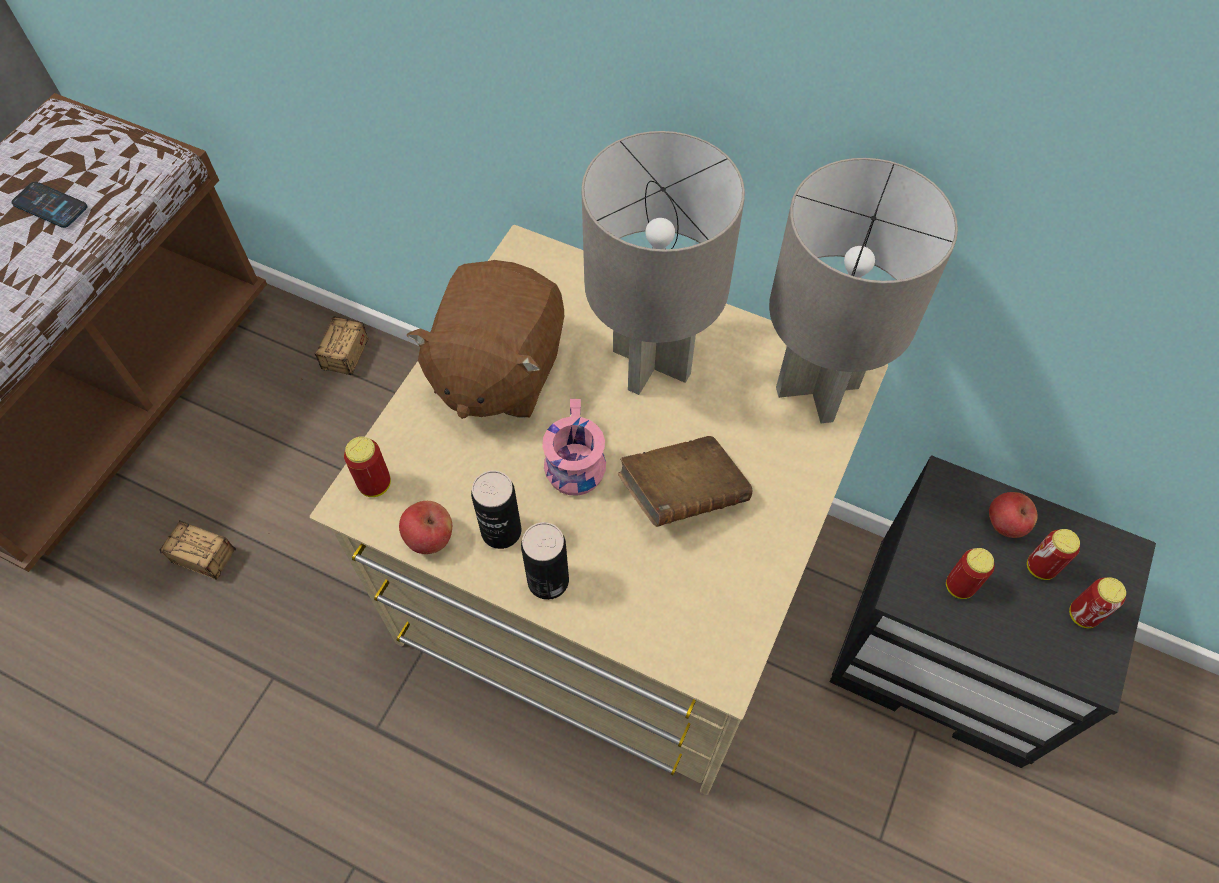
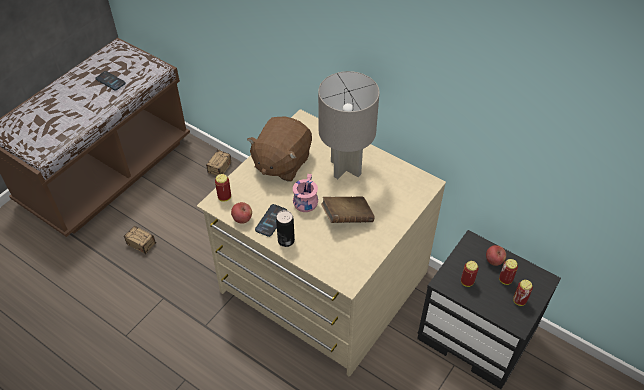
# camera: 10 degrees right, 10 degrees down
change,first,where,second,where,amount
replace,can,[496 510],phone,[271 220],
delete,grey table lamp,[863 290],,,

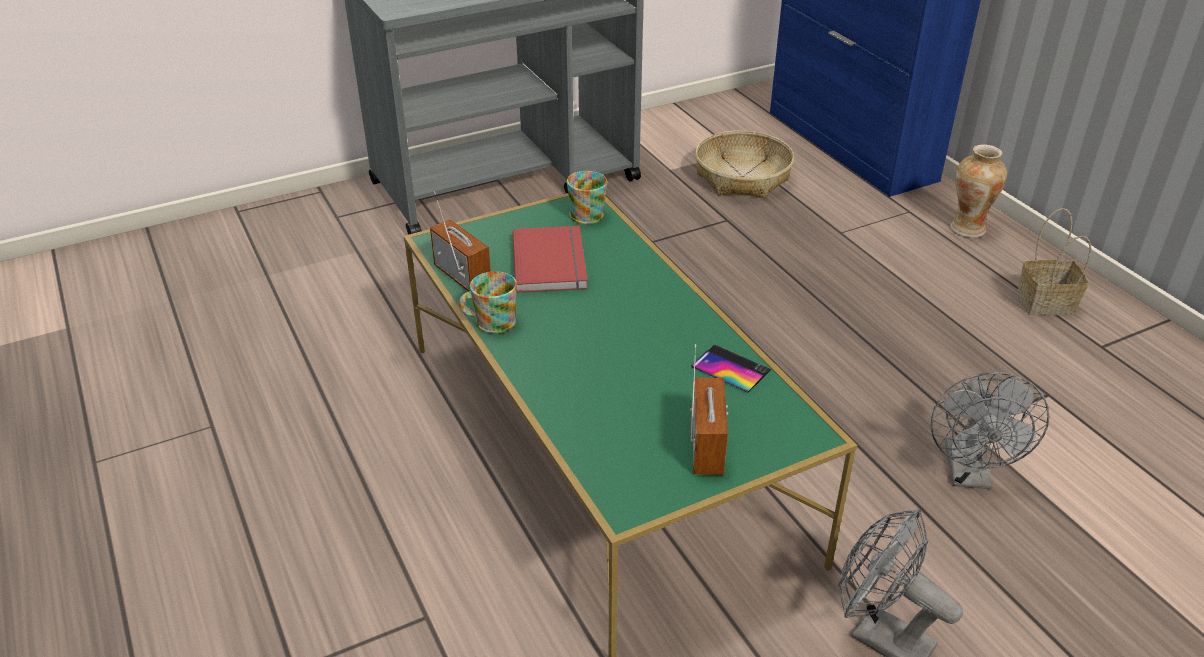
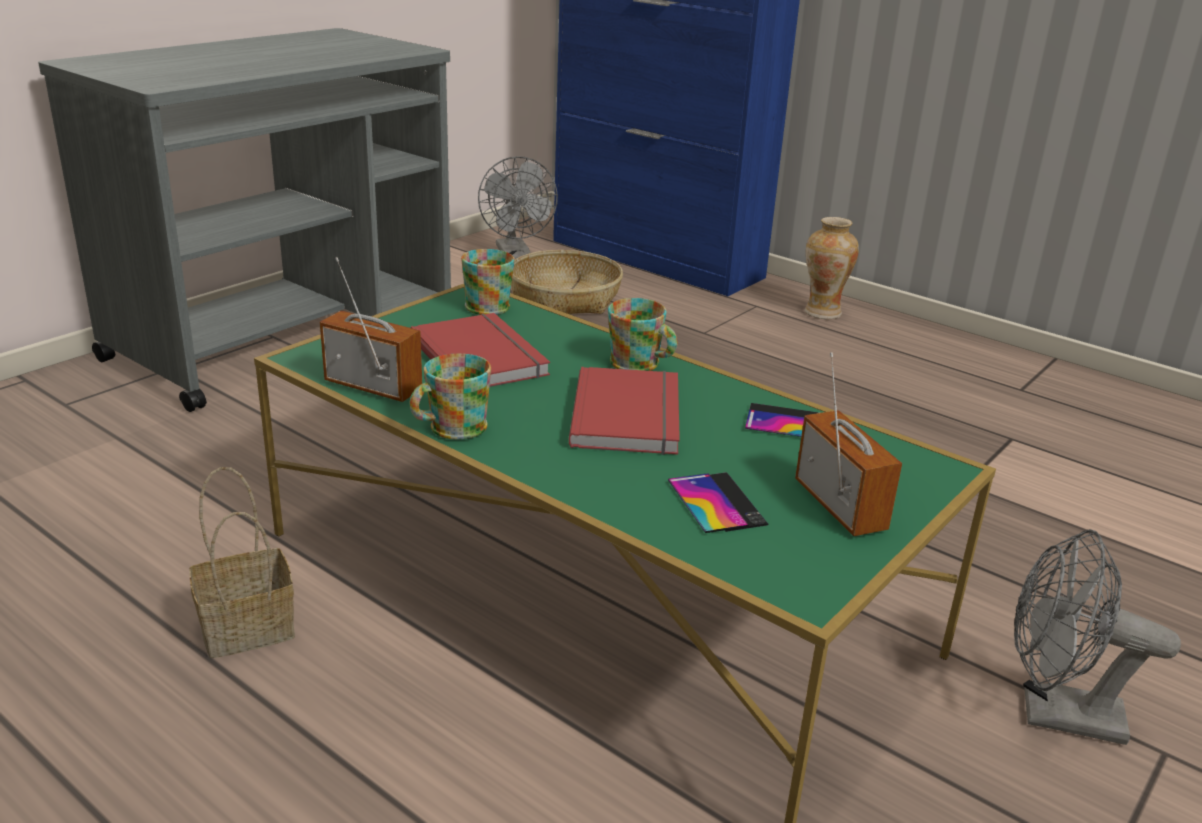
# camera: 25 degrees left, 10 degrees down
change,first,where,second,where,amount
move,grey fan,[990 430],,[518 207],
move,basket,[1054 261],,[242 562],
insert,,,red book,[624 411],
insert,,,mug,[642 334],
insert,,,phone,[718 502],

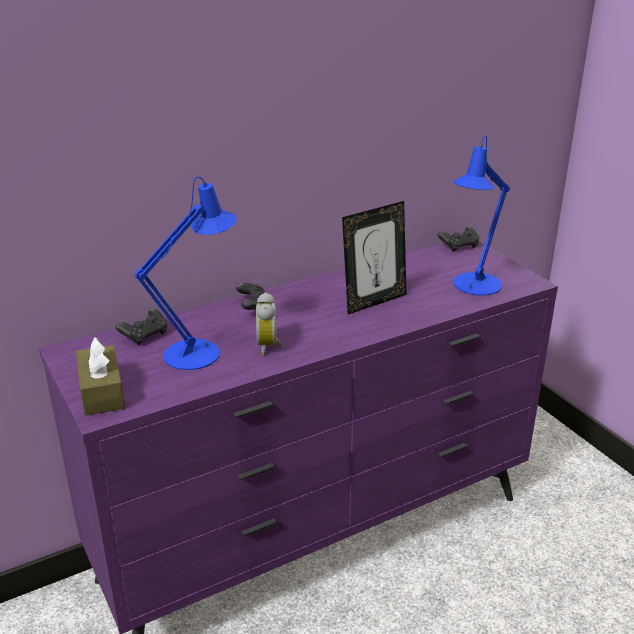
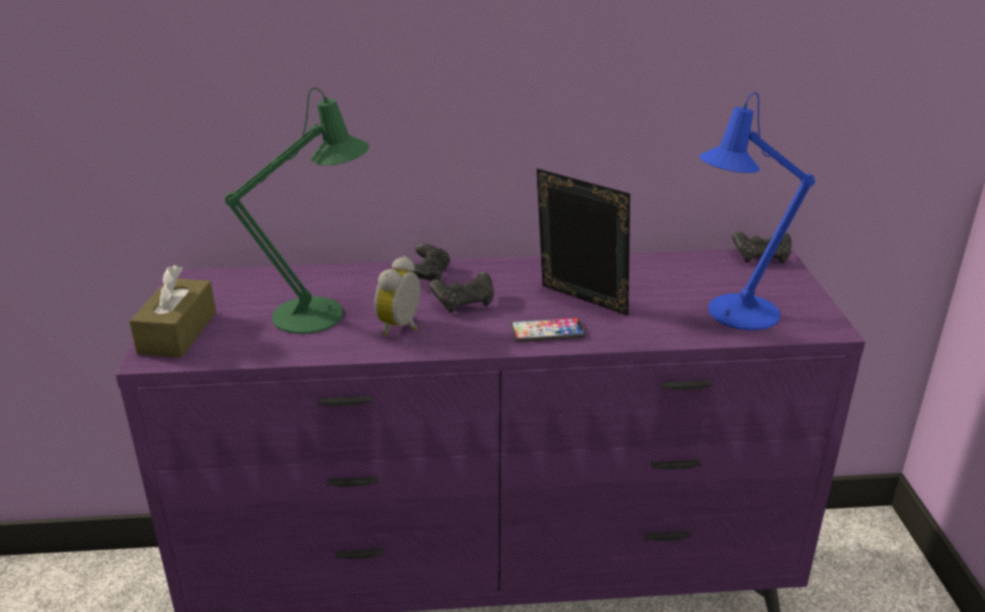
# camera: 25 degrees right, 0 degrees up
change,first,where,second,where,amount
move,black game controller,[141 326],,[461 292],
recolor,blue table lamp,[186 273],green table lamp,[297 211],
rotate,picture frame,[374 257],,[583 242],135 degrees counterclockwise
insert,,,phone,[548 329],

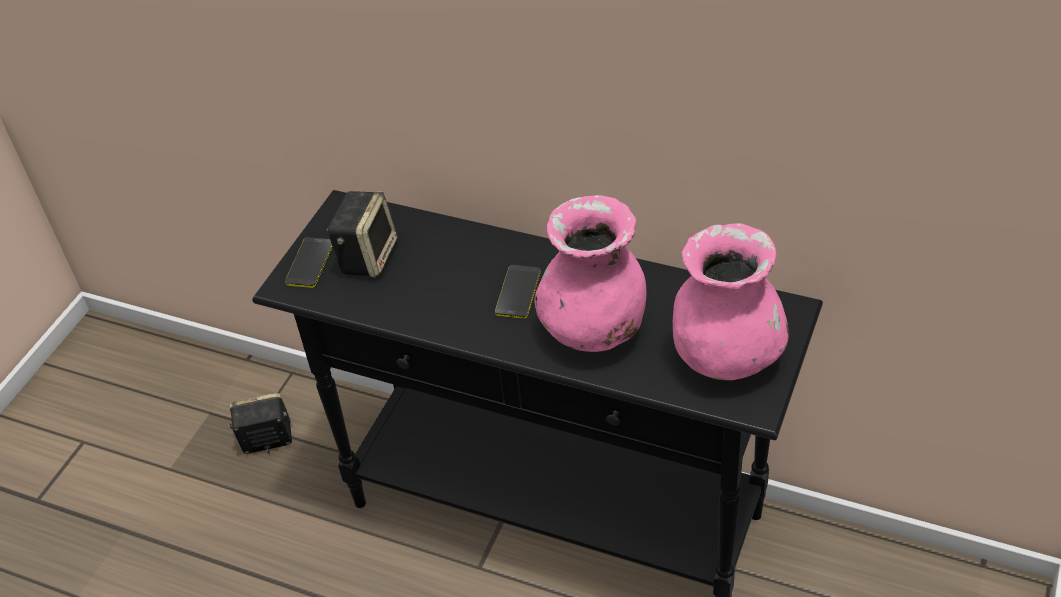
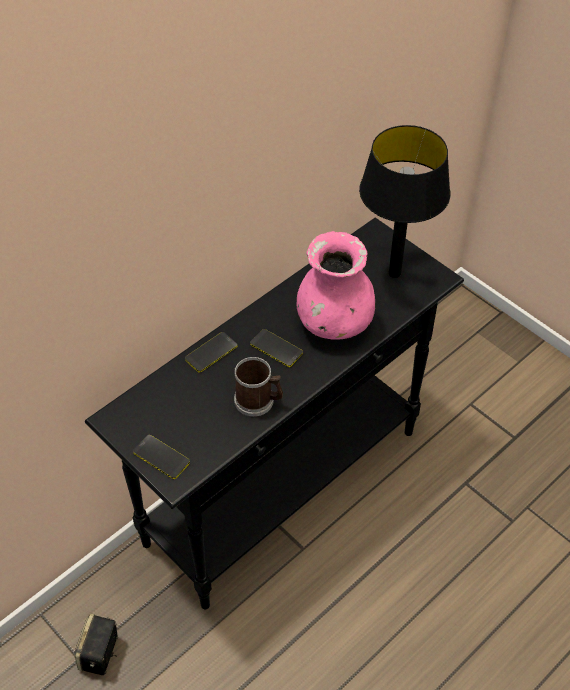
# camera: 70 degrees left, 5 degrees up
change,first,where,second,where,amount
delete,speaker,[362 234],,,
replace,pink vase,[730 301],black table lamp,[404 201],
insert,,,phone,[211 352],
insert,,,mug,[258 387],

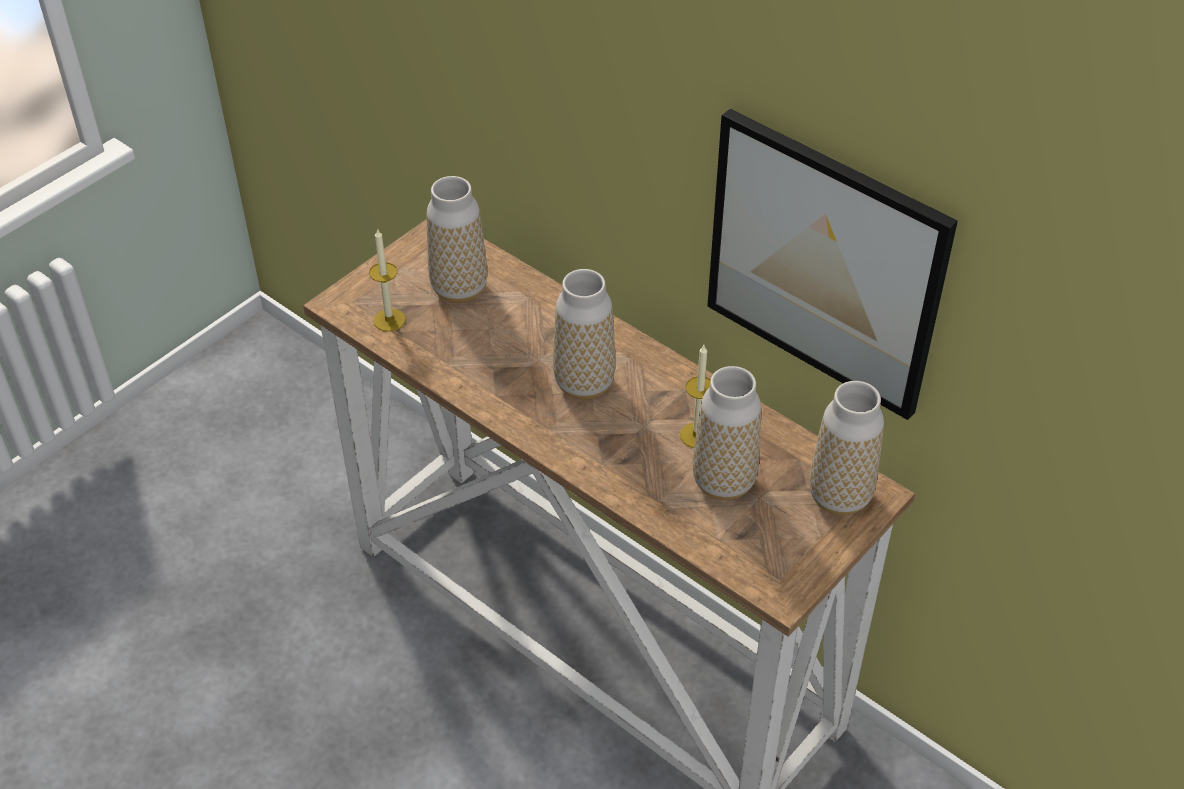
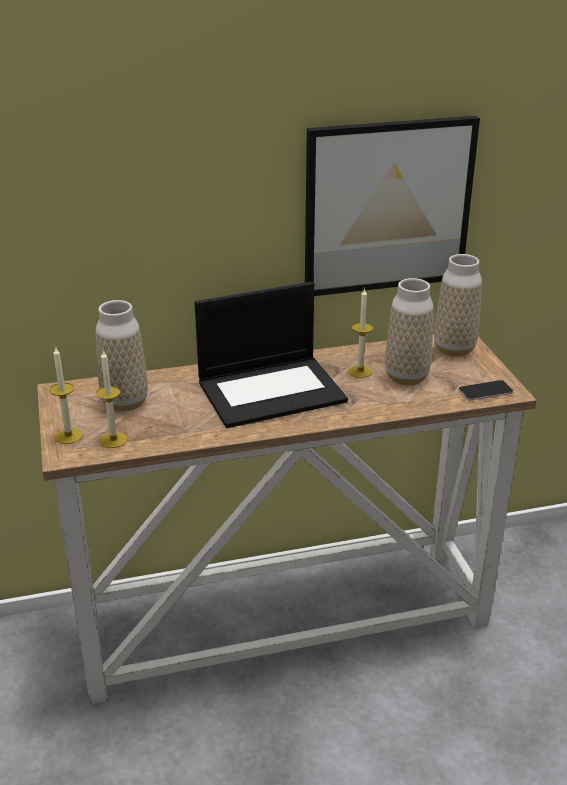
# camera: 55 degrees left, 15 degrees down
change,first,where,second,where,amount
replace,vase,[584 334],laptop,[271 355],
insert,,,candle,[66 395],
insert,,,phone,[486 390],

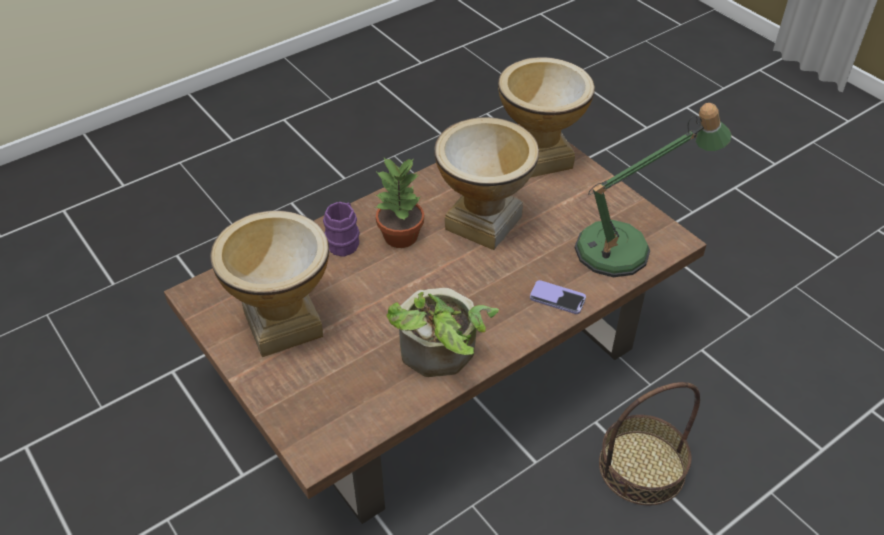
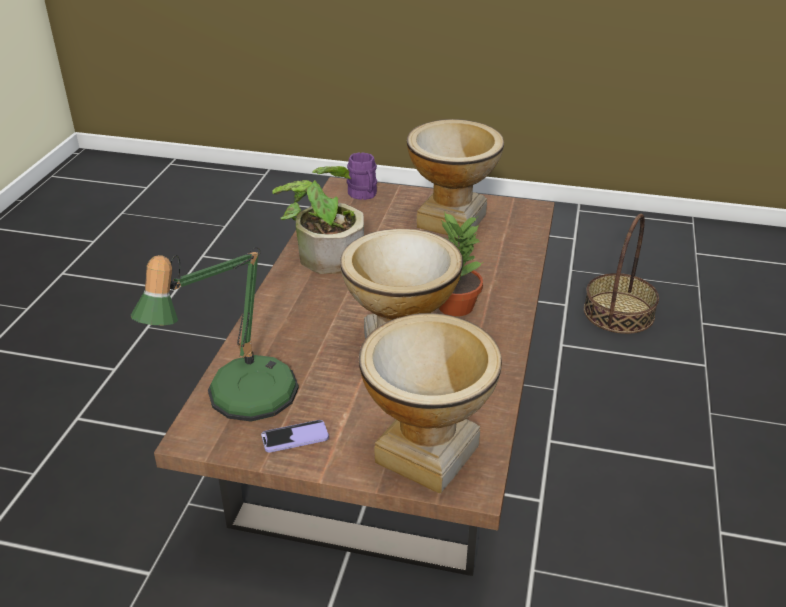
# camera: 140 degrees right, 10 degrees down
change,first,where,second,where,amount
move,purple mug,[341 229],,[362 176],
move,phone,[558 297],,[295 436],
move,basket,[649 443],,[621 274],

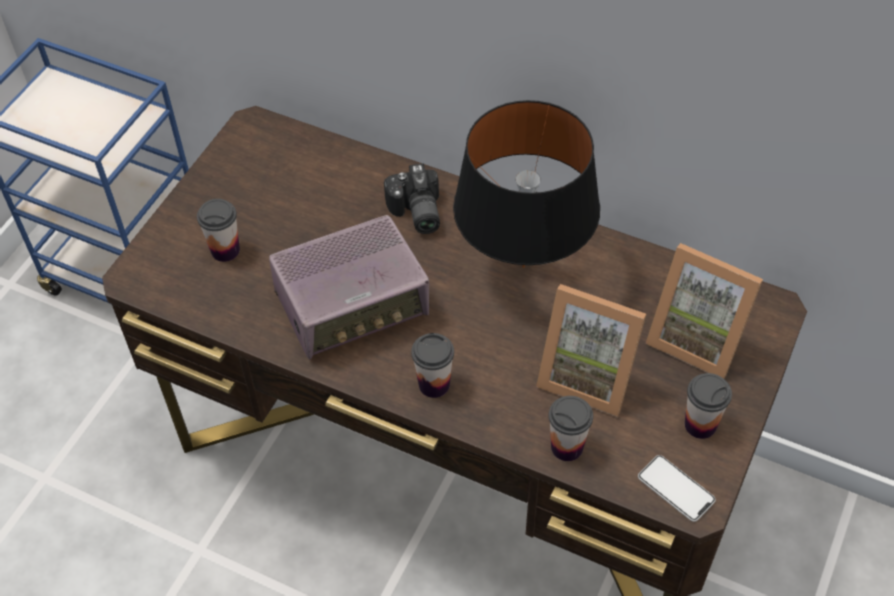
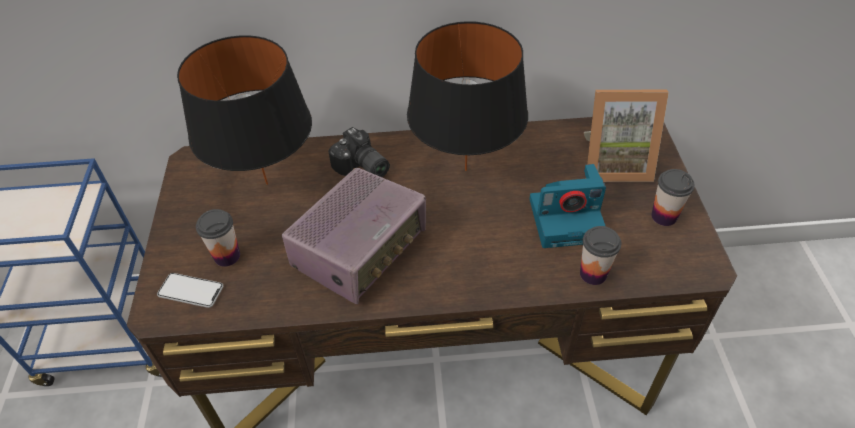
# camera: 30 degrees left, 5 degrees down
change,first,where,second,where,amount
delete,cup,[432 365],,,
replace,picture frame,[591 350],photo camera,[568 206],
move,phone,[677 488],,[190 290],
insert,,,black table lamp,[244 110],

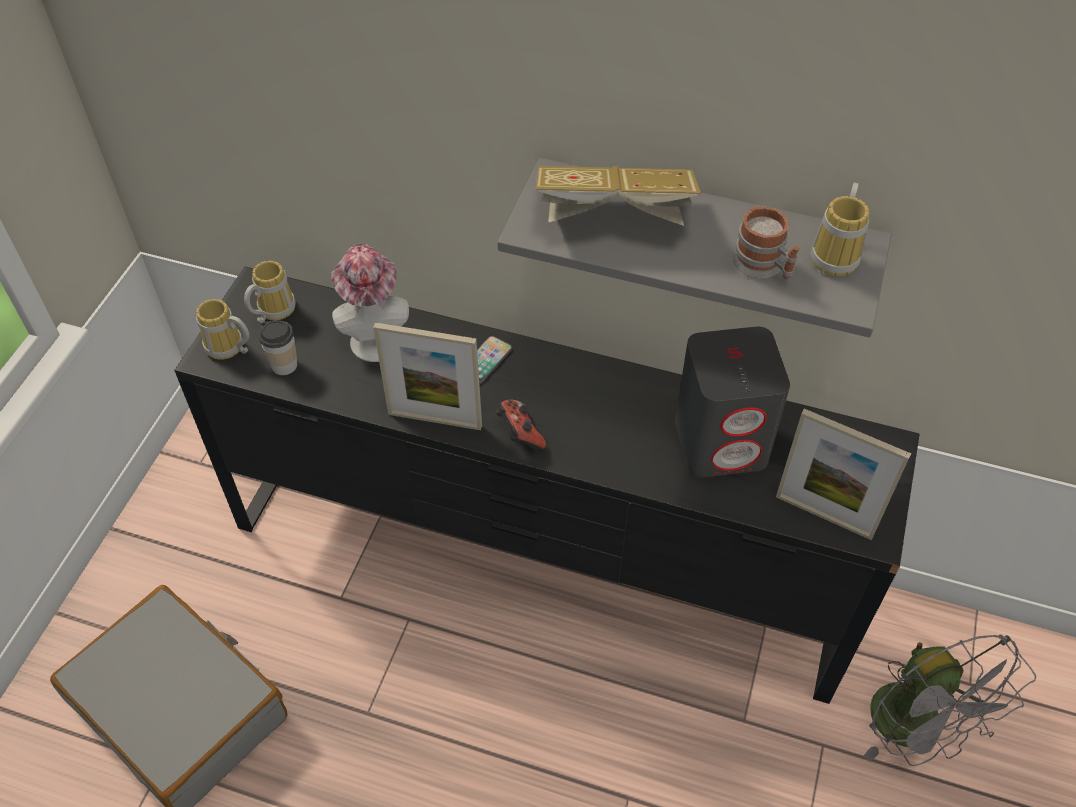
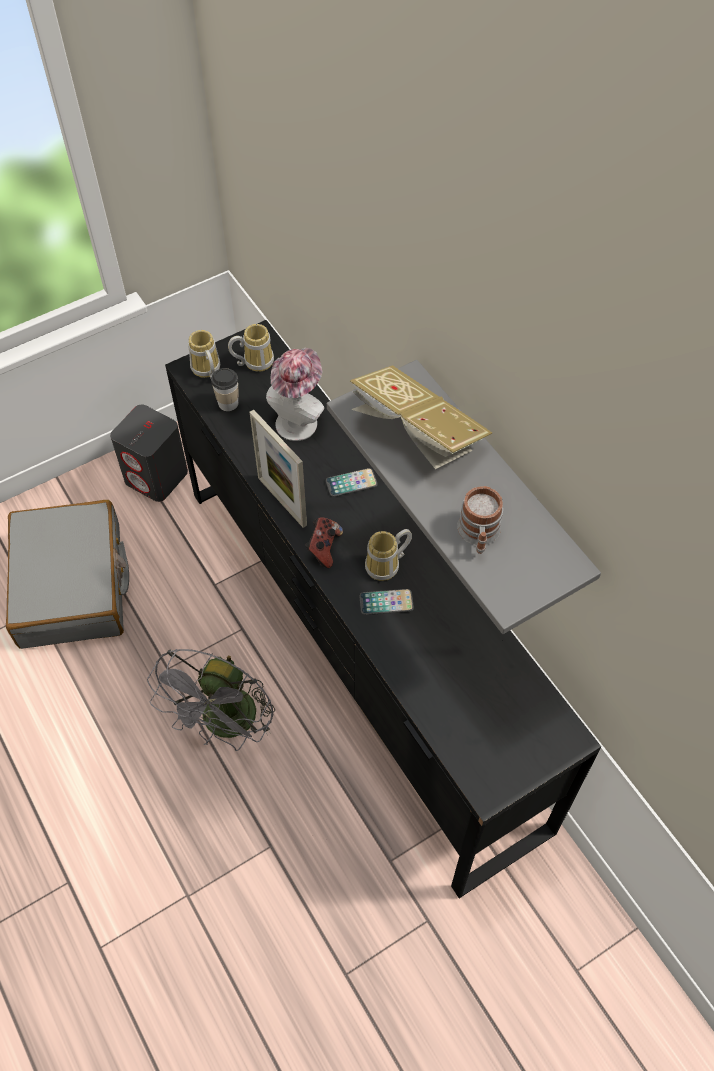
# camera: 40 degrees right, 5 degrees up
change,first,where,second,where,amount
move,grey speaker,[732 402],,[149 453],
delete,picture frame,[843 474],,,
move,mug,[840 229],,[388 555],
move,grey fan,[949 700],,[211 700],
insert,,,phone,[386 602],

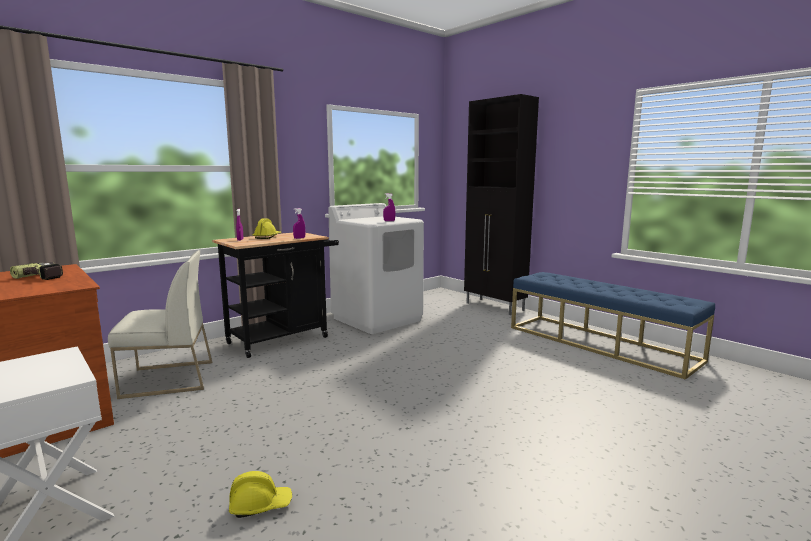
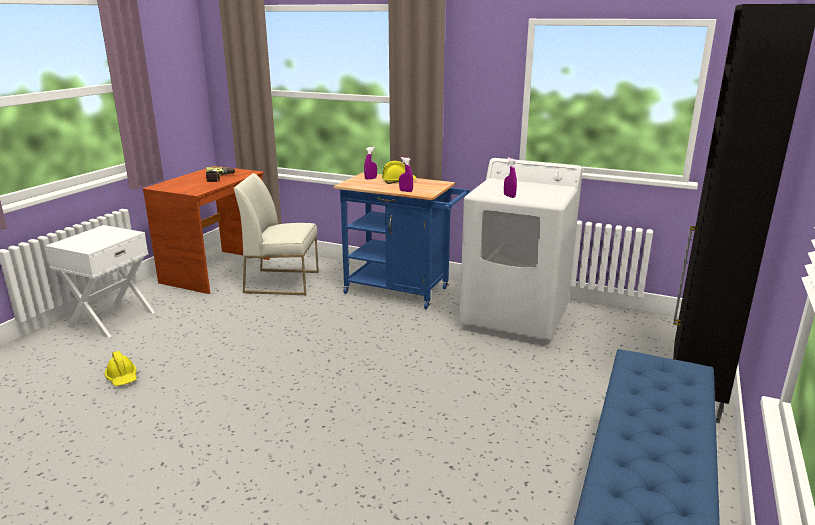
# camera: 65 degrees right, 10 degrees up
change,first,where,second,where,amount
rotate,white chair,[160 324],,[276 234],135 degrees clockwise
recolor,black cart,[275 295],blue cart,[401 240],

